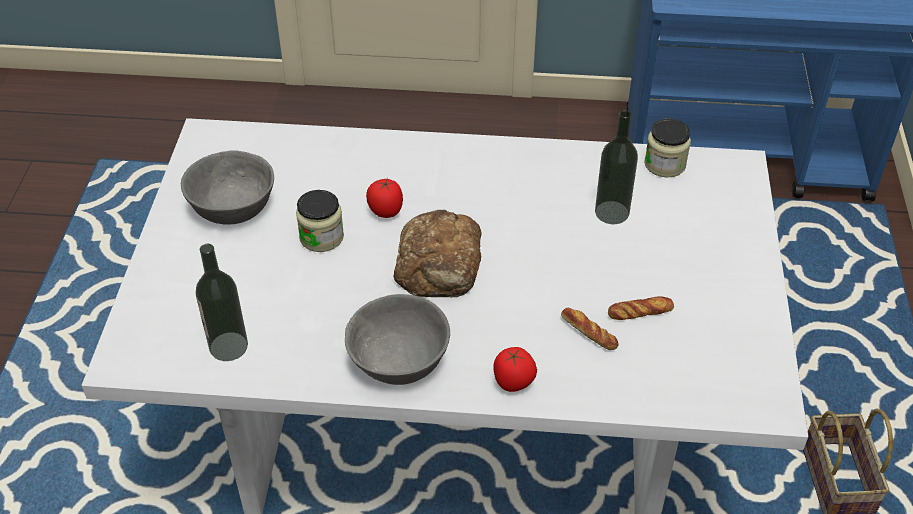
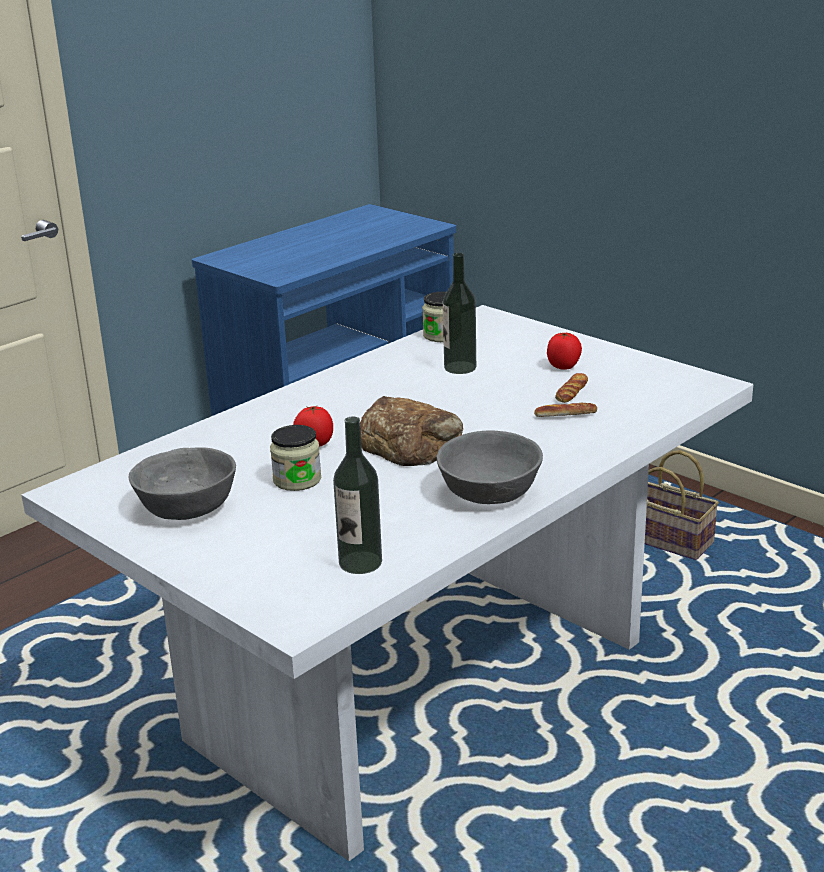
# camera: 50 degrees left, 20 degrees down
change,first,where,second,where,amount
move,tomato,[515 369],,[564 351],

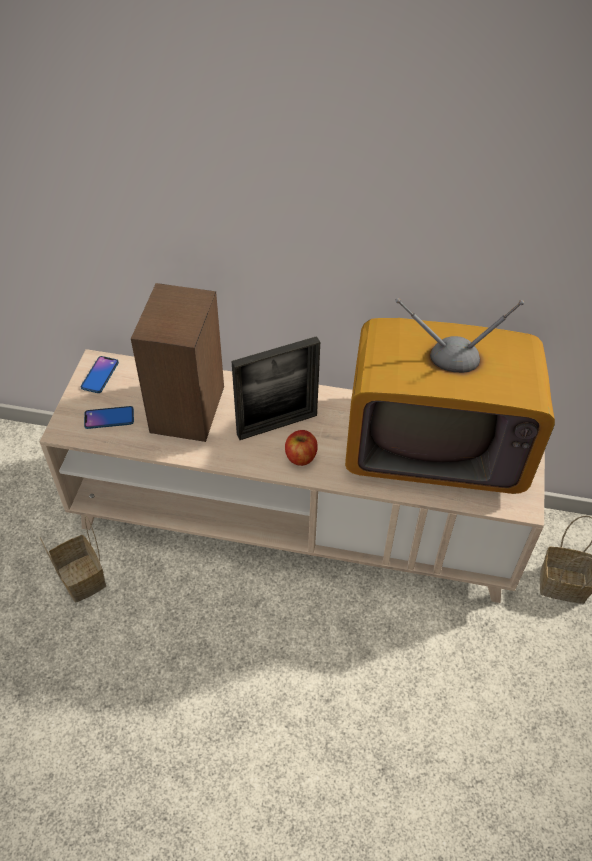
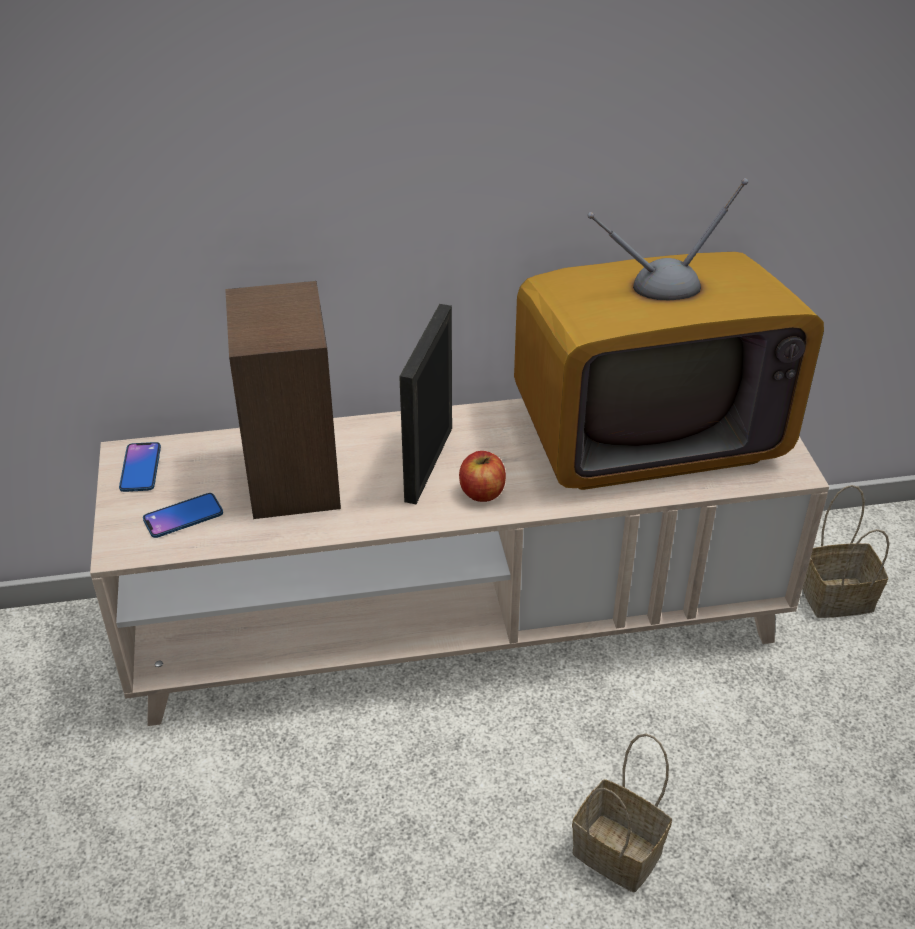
# camera: 20 degrees left, 10 degrees down
change,first,where,second,where,amount
move,basket,[73 559],,[622 813],
rotate,picture frame,[275 388],,[425 404],150 degrees clockwise

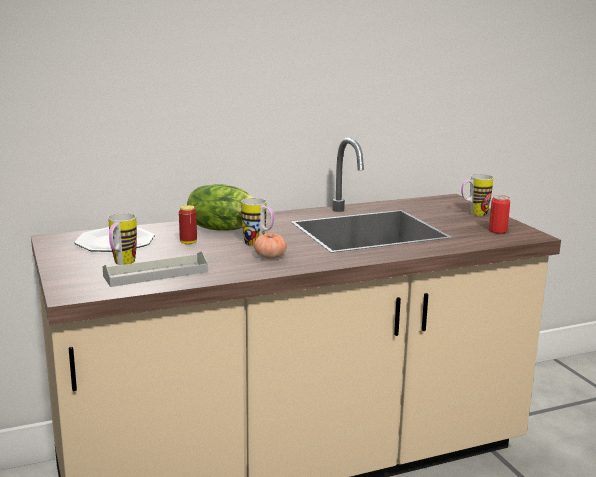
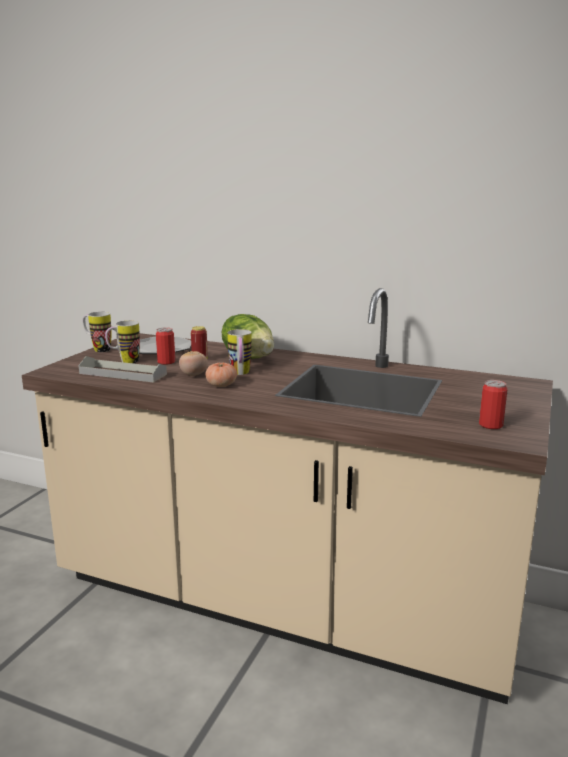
# camera: 45 degrees right, 0 degrees up
change,first,where,second,where,amount
move,mug,[477 195],,[97 332],
insert,,,can,[165 346],
insert,,,tomato,[193 363],

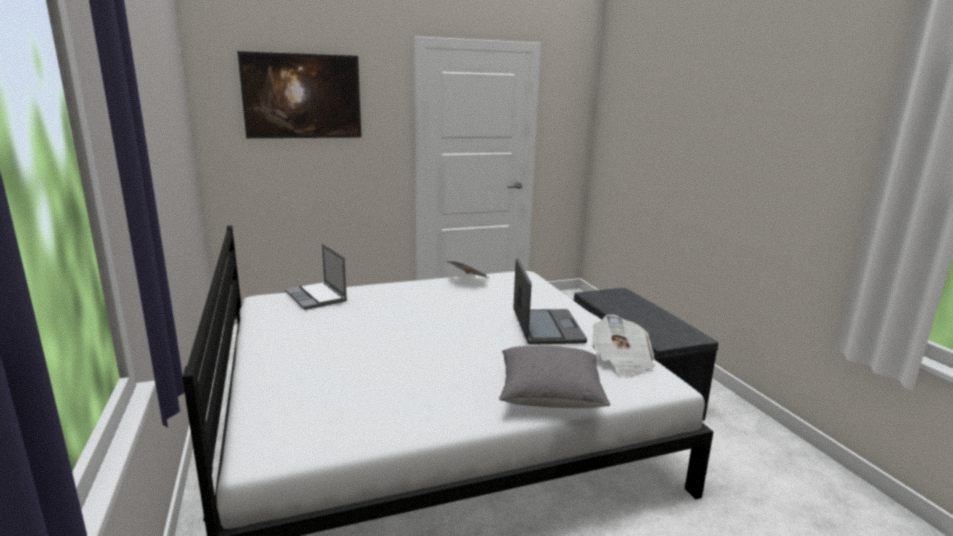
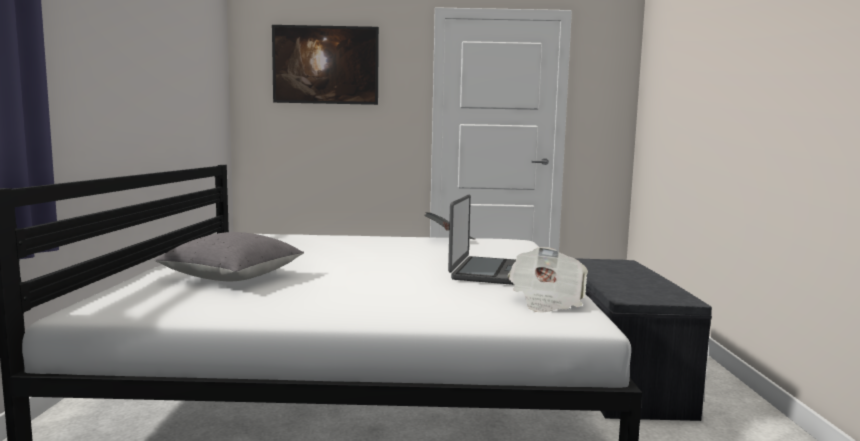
# camera: 20 degrees right, 10 degrees down
change,first,where,second,where,amount
delete,laptop,[316 276],,,
move,grey pillow,[555 377],,[229 256],

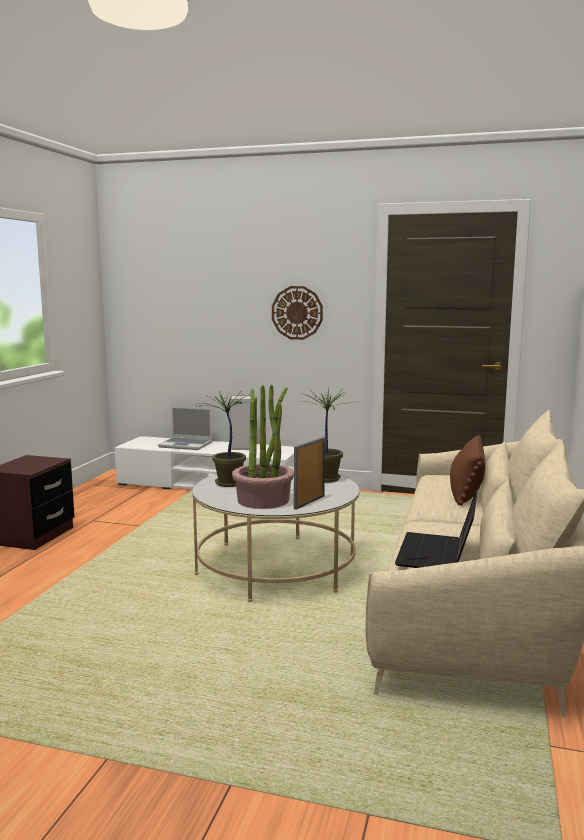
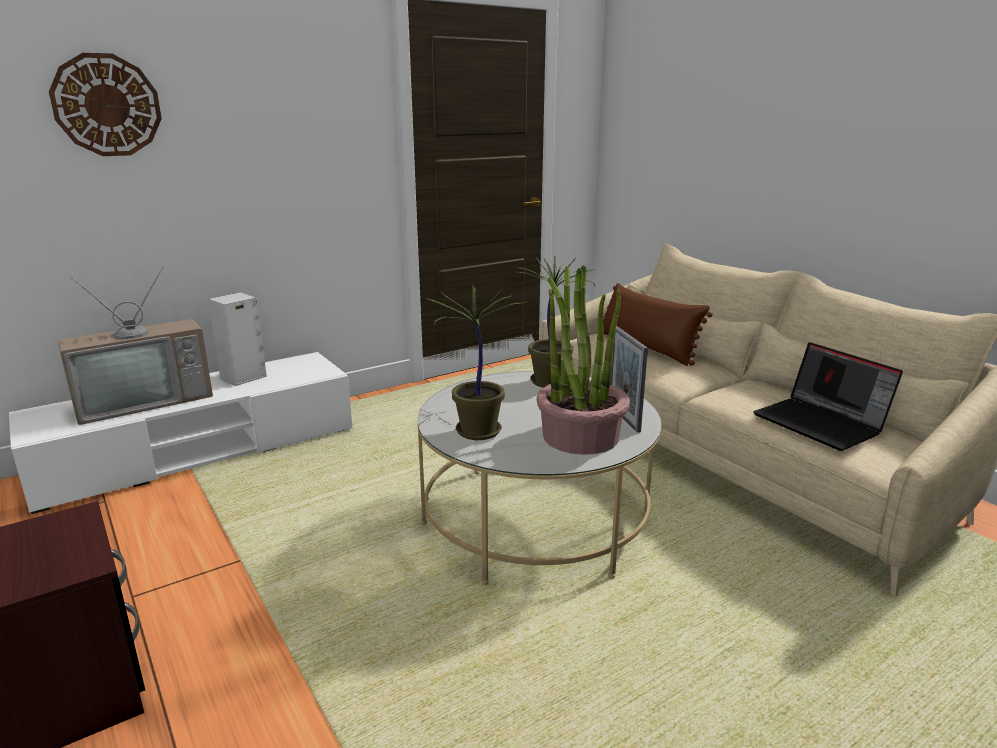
# camera: 50 degrees left, 10 degrees up
change,first,where,second,where,amount
replace,laptop,[185 428],television,[135 346],
move,wall clock,[297 313],,[105 104],

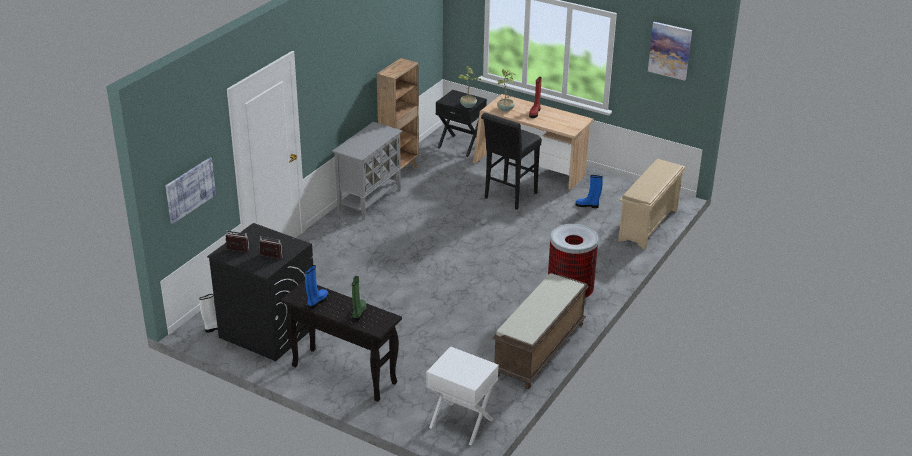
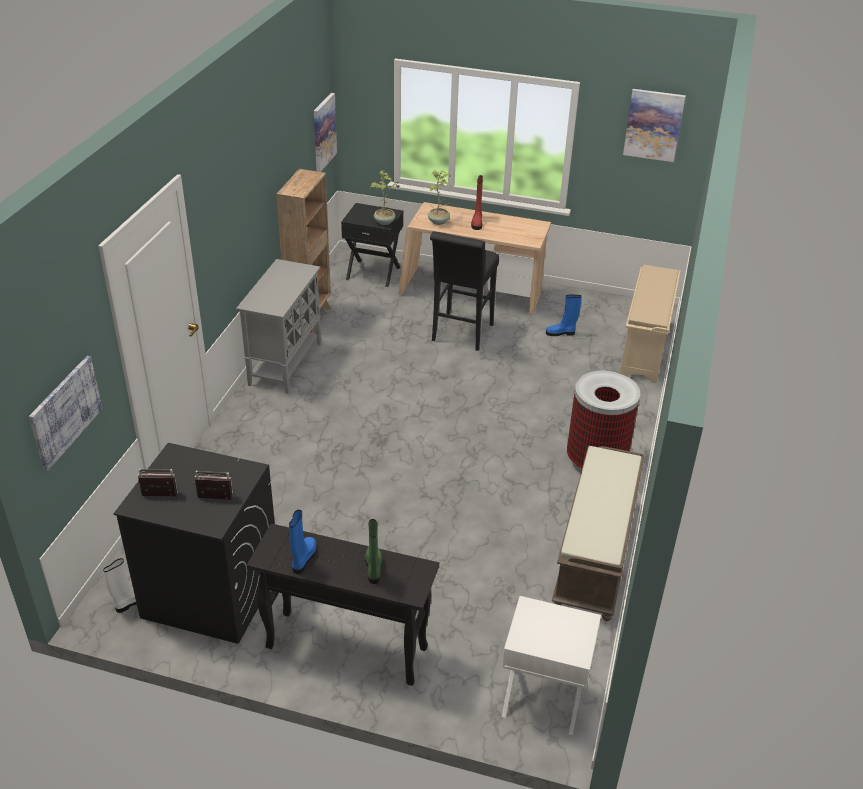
# camera: 15 degrees left, 5 degrees up
change,first,where,second,where,amount
insert,,,picture,[325 132],

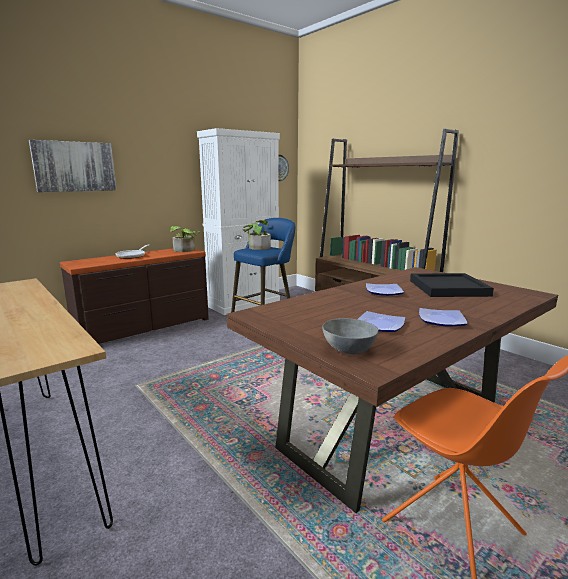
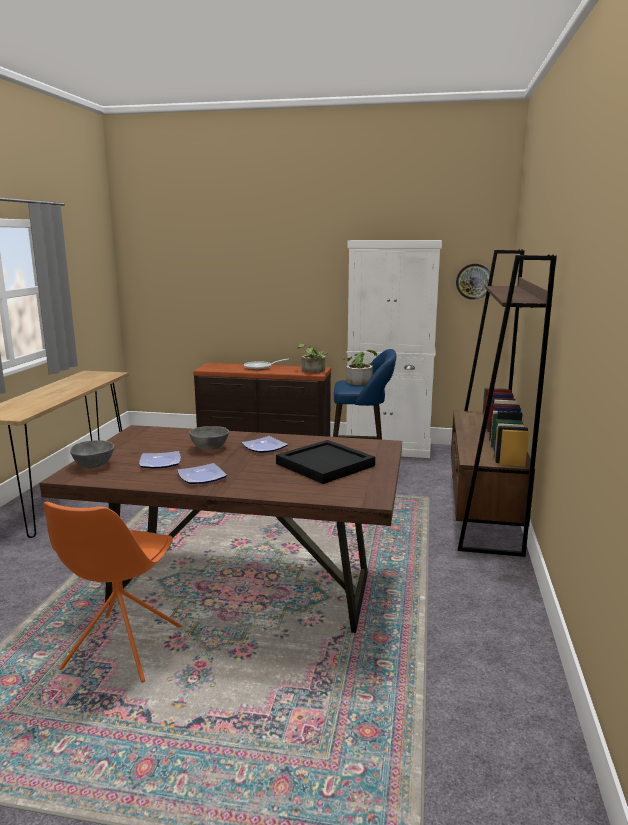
# camera: 50 degrees right, 0 degrees up
change,first,where,second,where,amount
delete,picture,[72 166],,,
insert,,,grey bowl,[209 438],

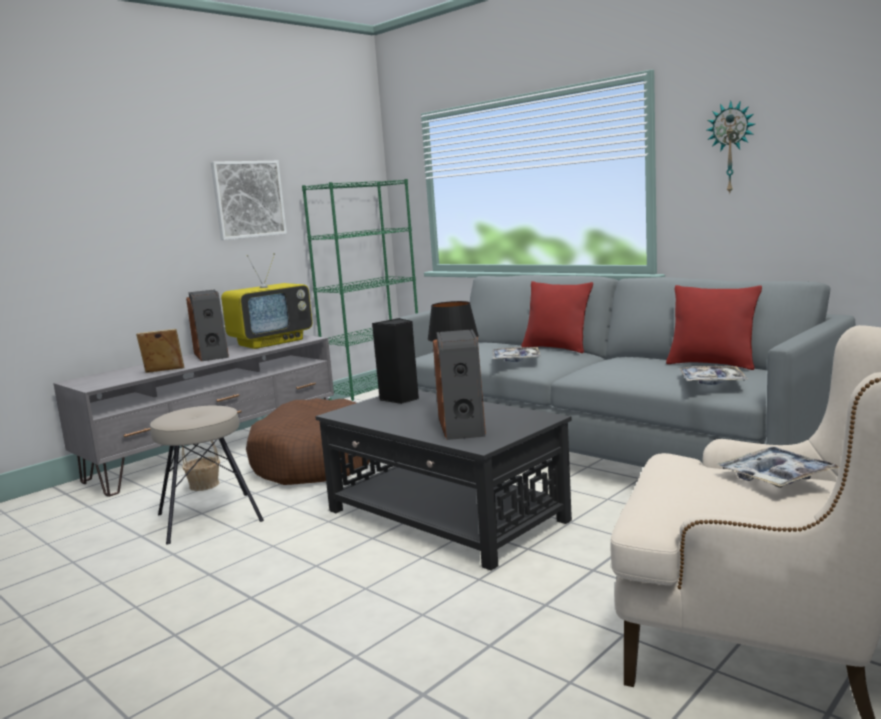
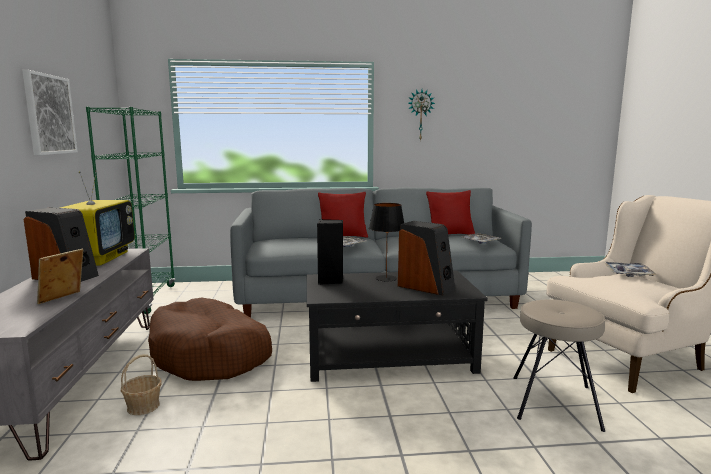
# camera: 50 degrees left, 0 degrees up
change,first,where,second,where,amount
move,beige stool,[207 475],,[559 365],

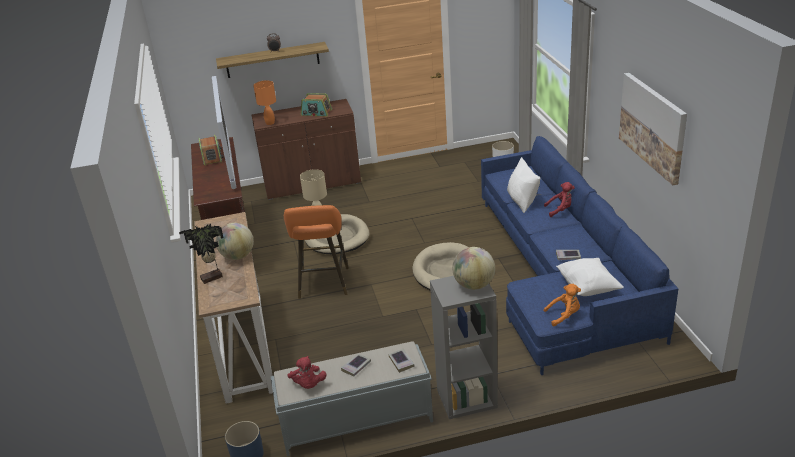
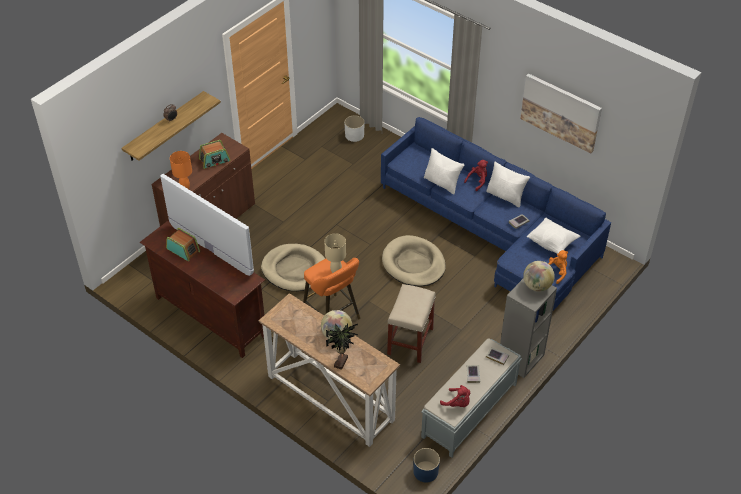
# camera: 40 degrees left, 15 degrees up
change,first,where,second,where,amount
insert,,,beige stool,[411 323],
insert,,,white pillow,[508 184],

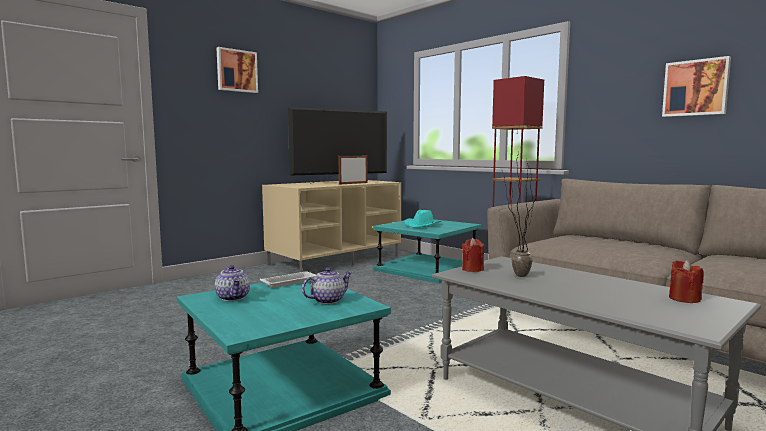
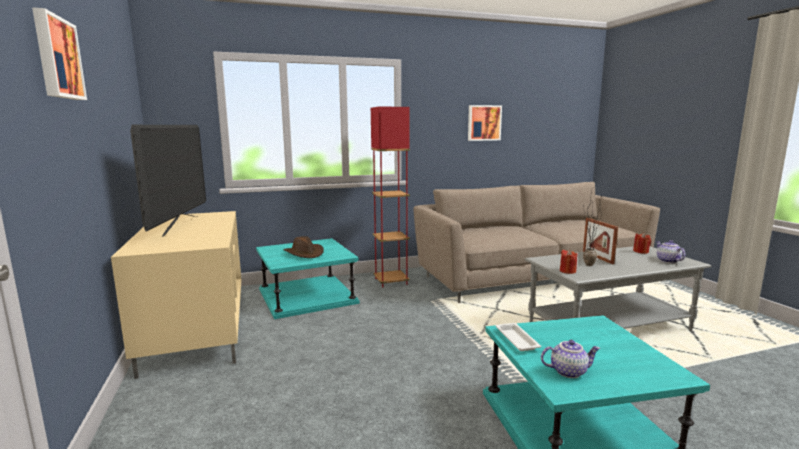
# camera: 65 degrees left, 5 degrees up
change,first,where,second,where,amount
move,teapot,[327 286],,[670 251],
move,picture frame,[353 170],,[600 241],
recolor,turquoise hat,[423 218],brown hat,[303 247],

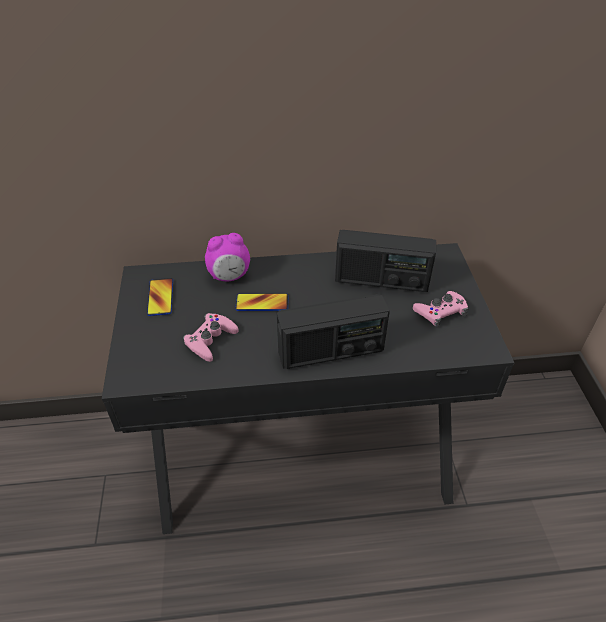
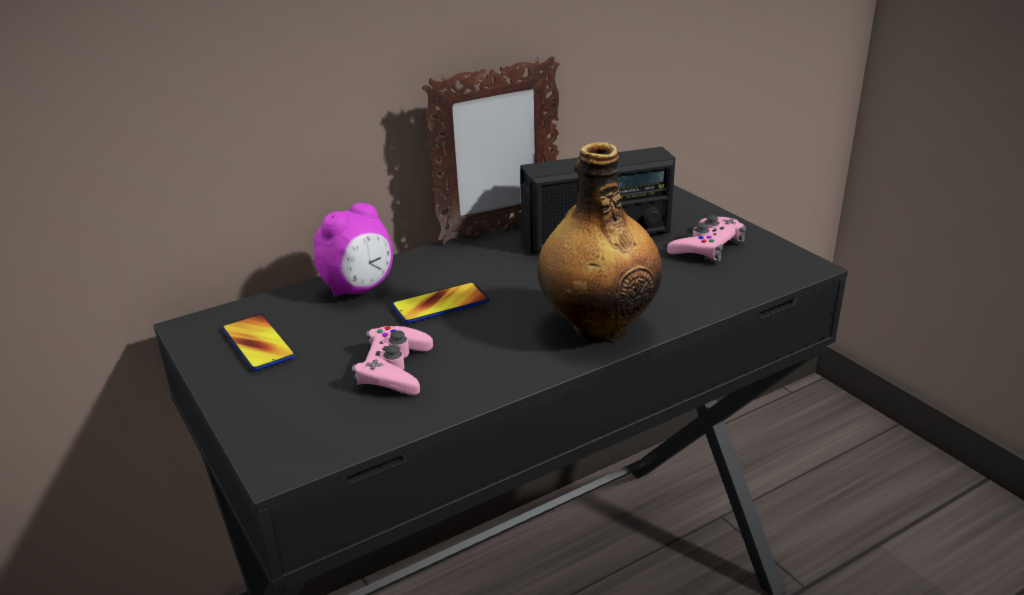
# camera: 25 degrees left, 15 degrees down
change,first,where,second,where,amount
replace,radio,[333 331],bottle,[599 242],
insert,,,picture frame,[490 150],

